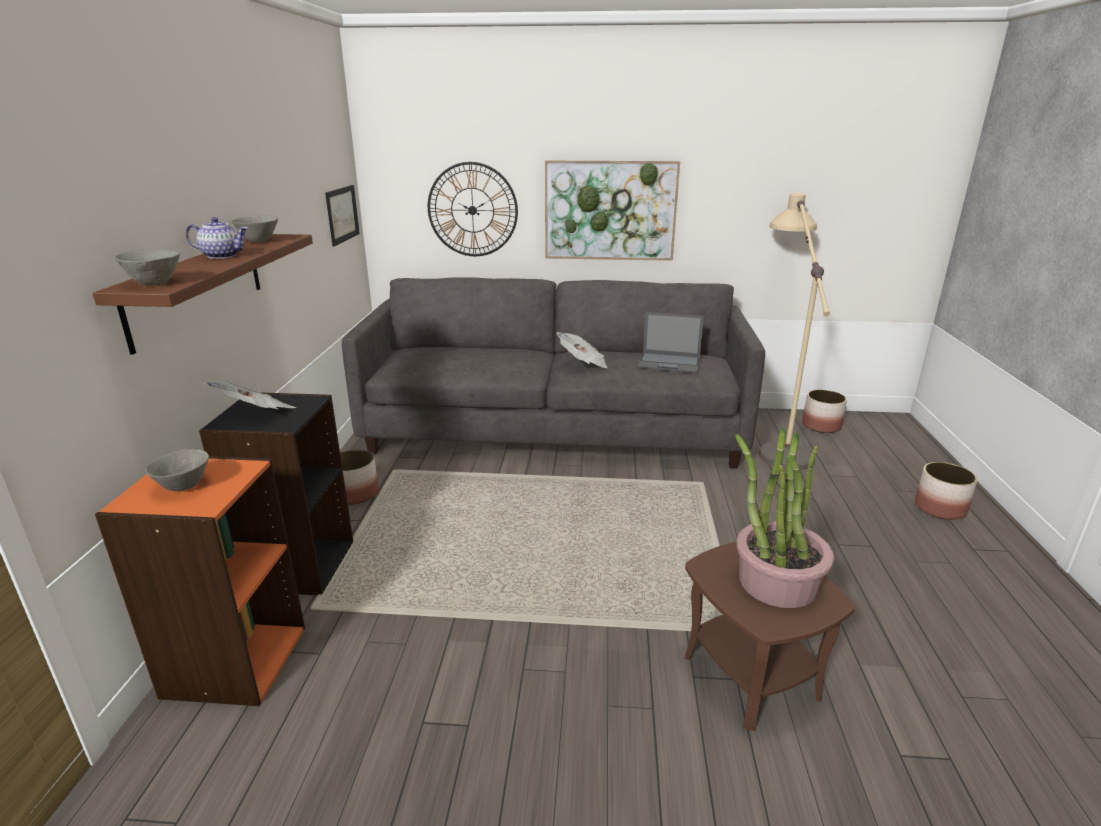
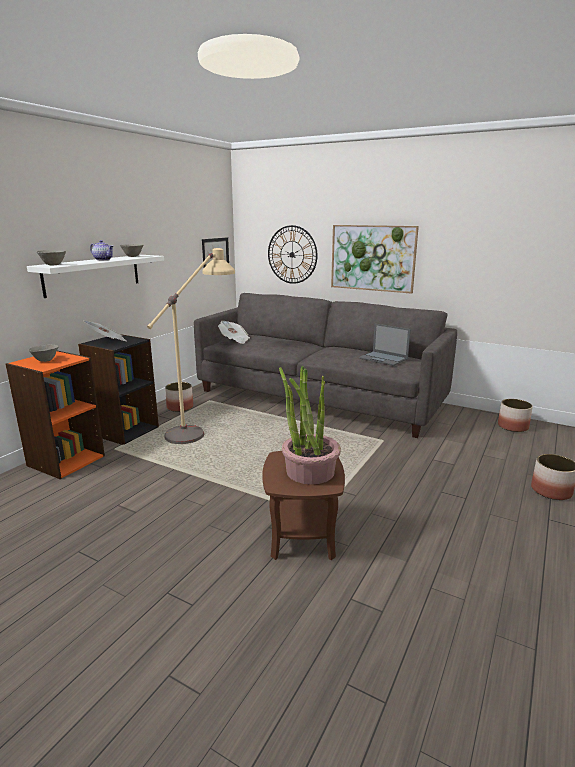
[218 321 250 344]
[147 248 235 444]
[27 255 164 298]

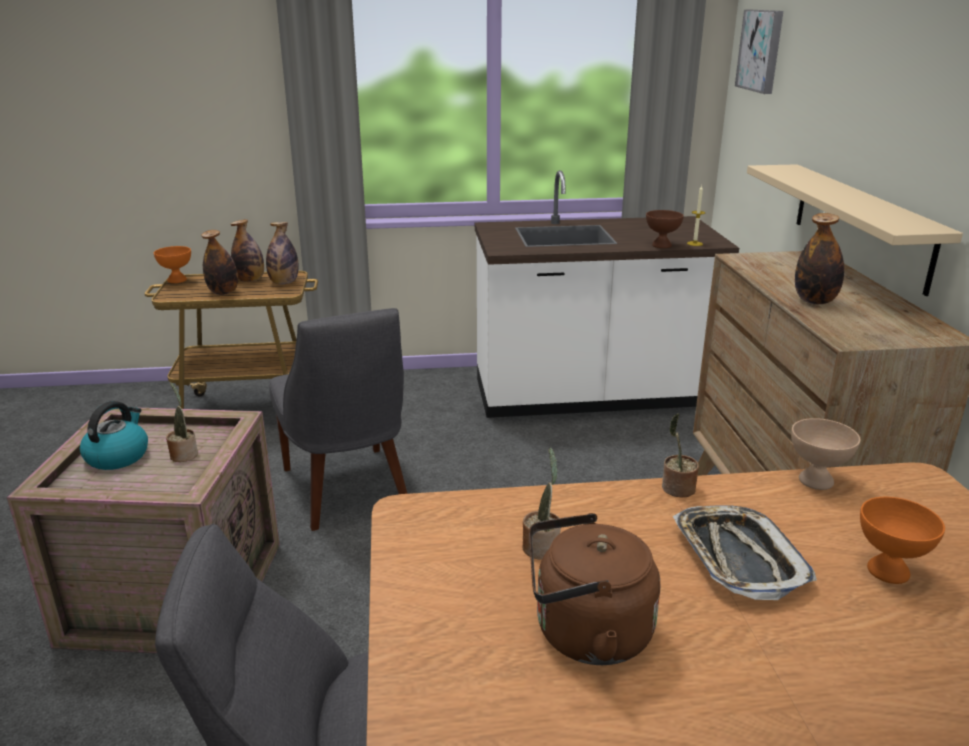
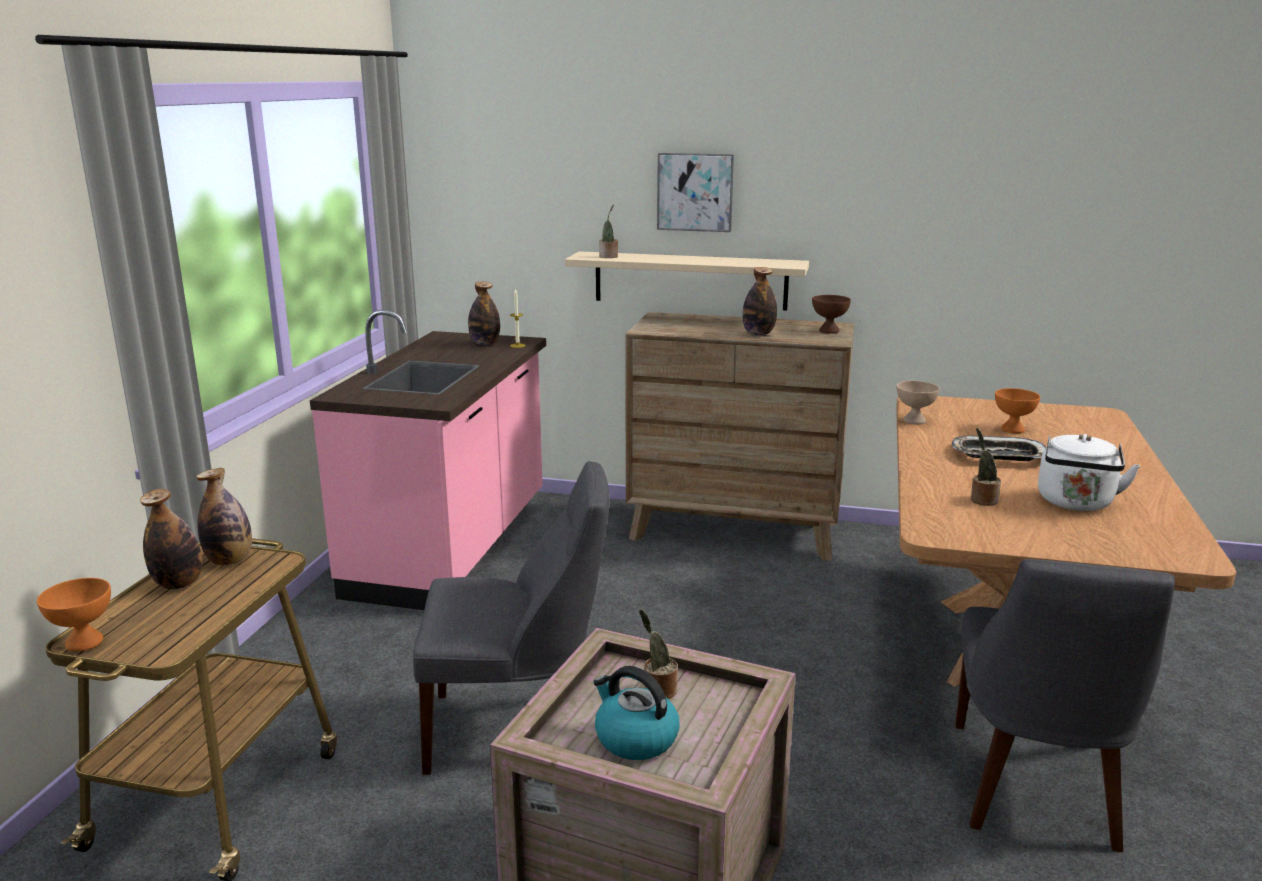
[468 282 500 345]
[812 295 851 334]
[599 205 618 258]
[657 153 734 232]
[310 310 546 610]
[1038 434 1140 511]

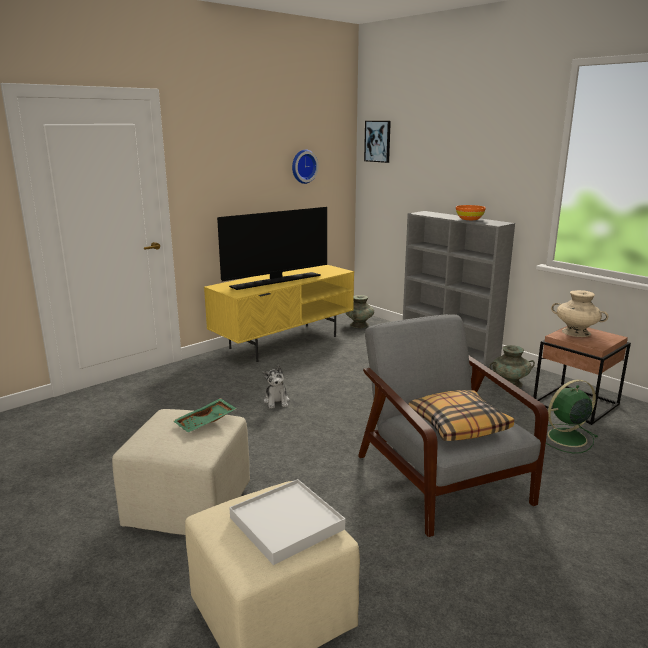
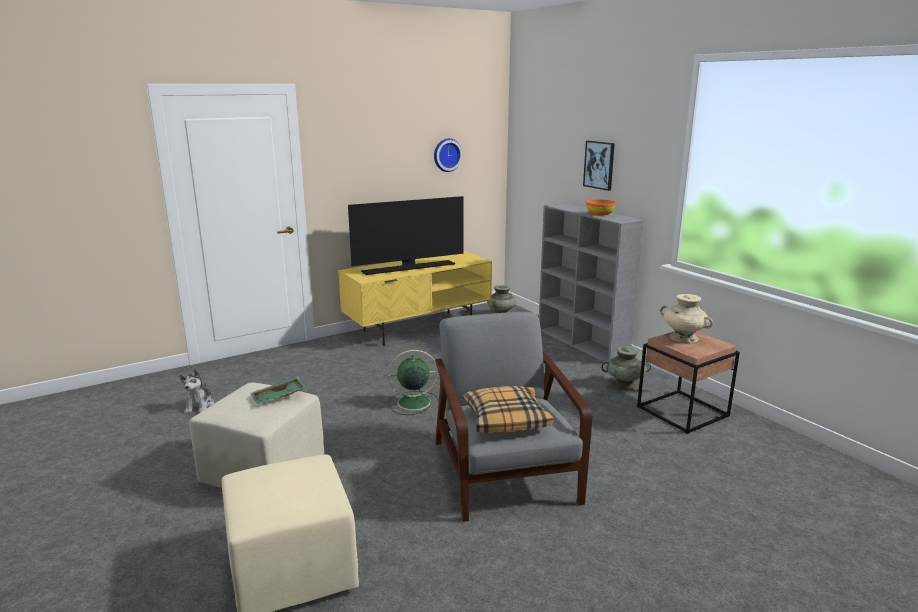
[229 479 345 565] (first image)
[179 369 214 413]
[583 141 615 191]
[388 350 439 415]

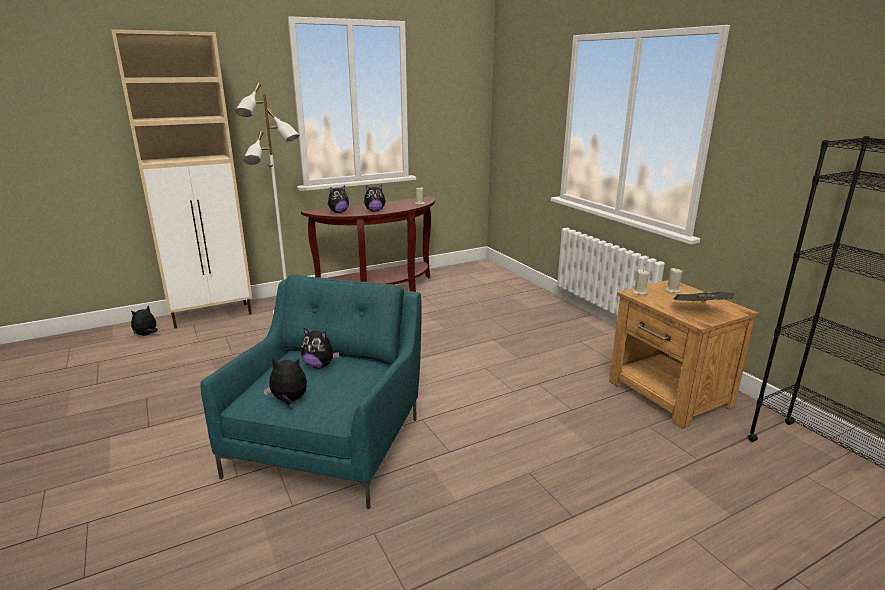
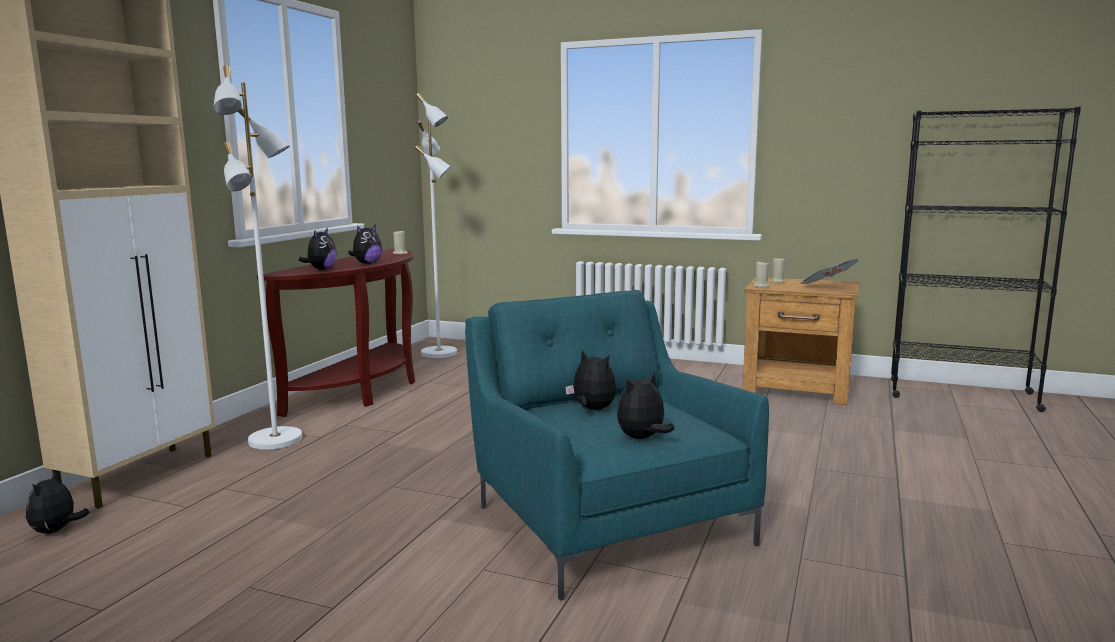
[415 93 457 358]
[565 350 616 410]

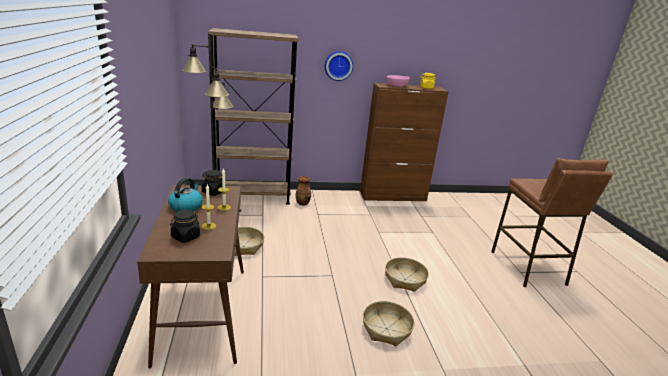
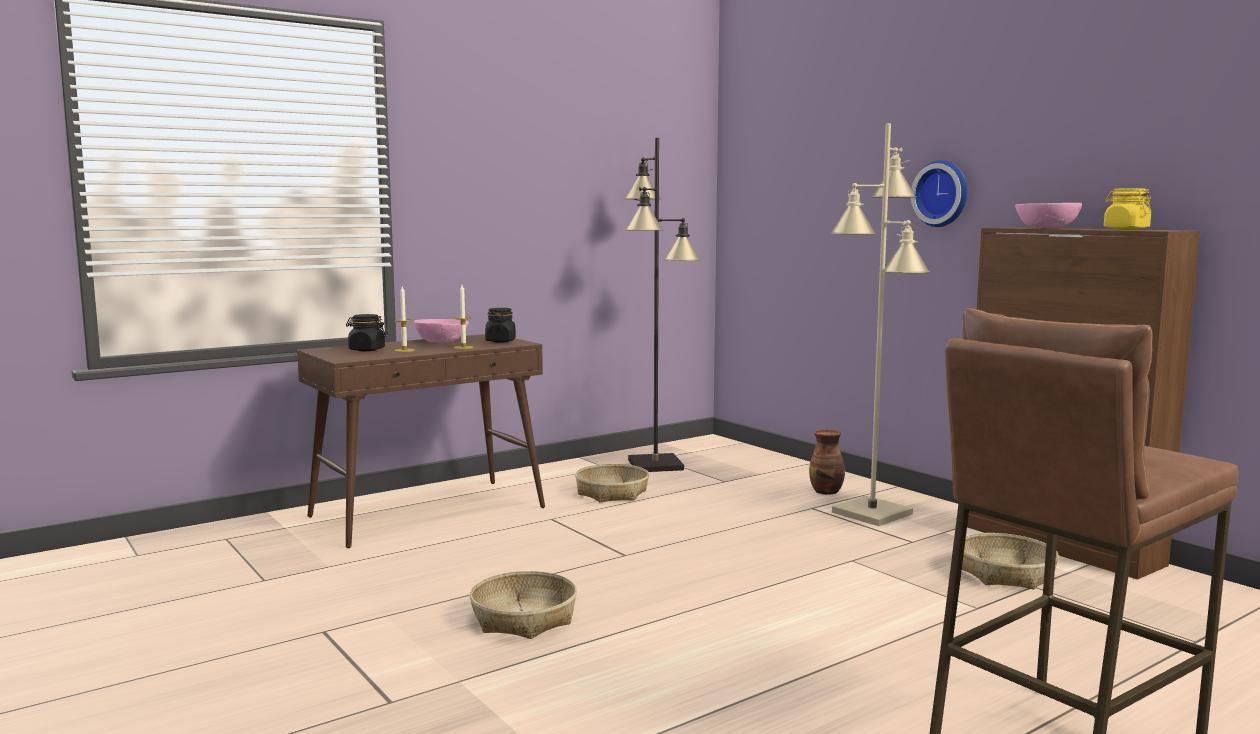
[208 28 299 205] (first image)
[830 123 930 526]
[962 533 1059 589]
[414 319 469 343]

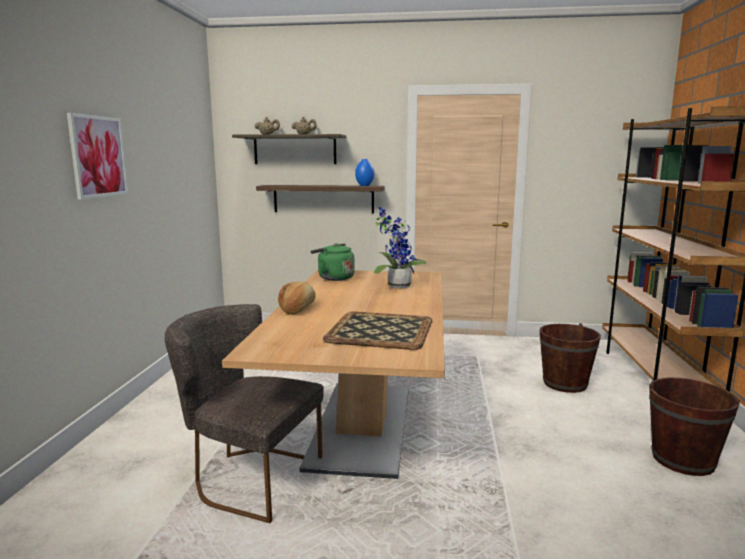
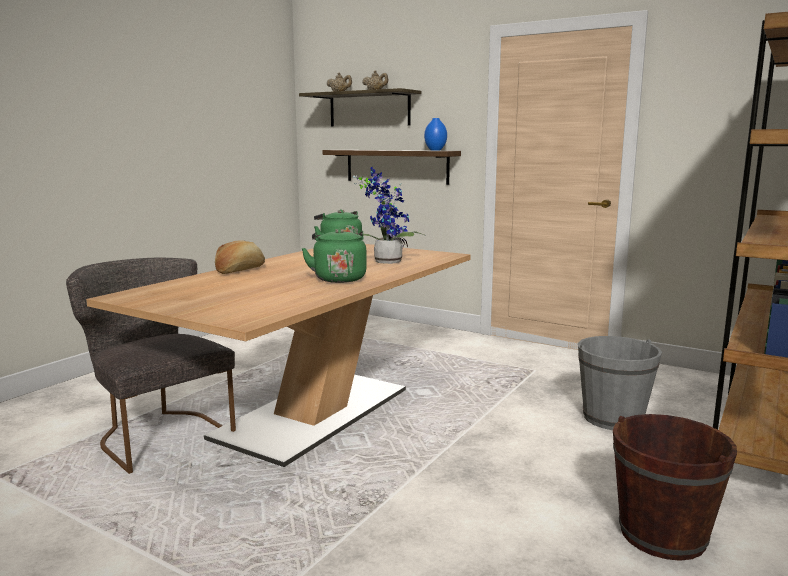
[67 113 128 200] (first image)
[323 312 432 350] (first image)
[301 228 367 283]
[578 336 662 430]

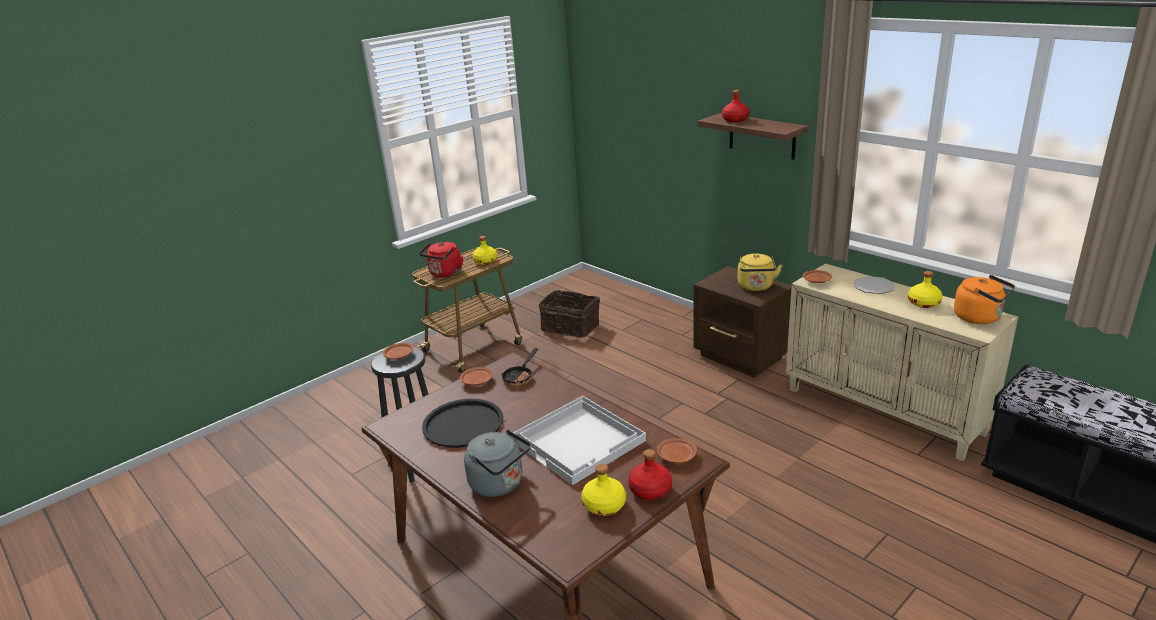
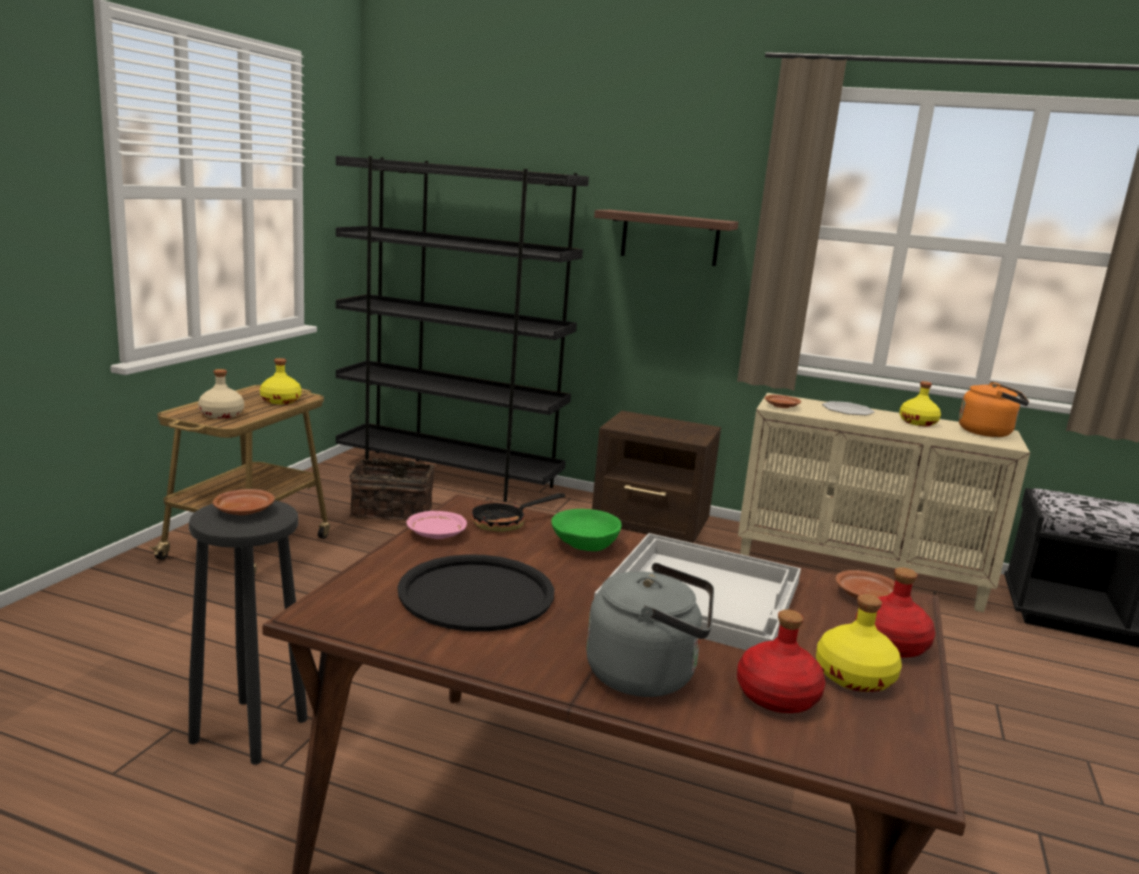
[738 254 782 291] (first image)
[336 156 589 502]
[551 509 622 551]
[737 609 825 713]
[198 369 244 419]
[406 511 467 539]
[472 493 565 532]

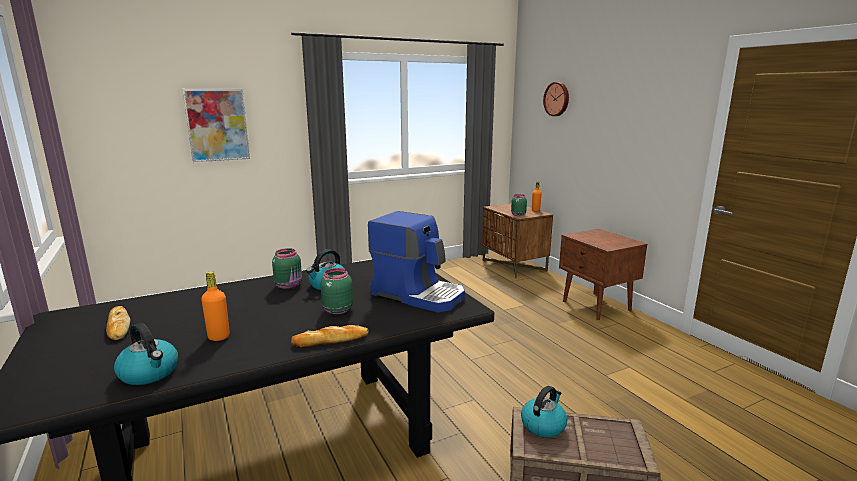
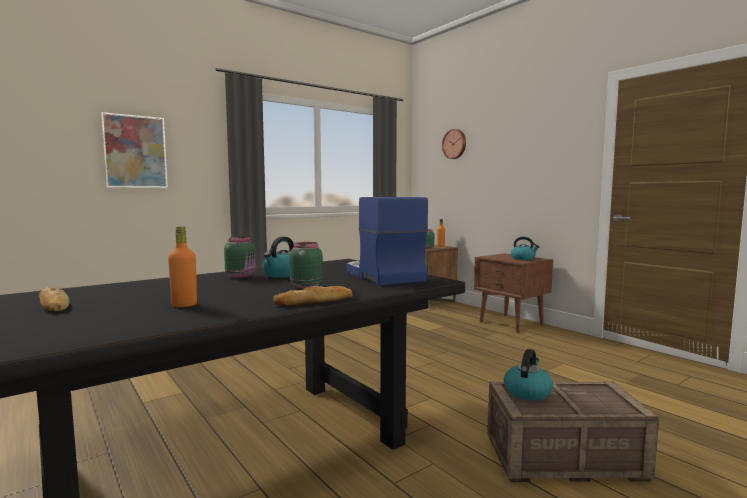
[511 237 539 260]
[347 197 428 286]

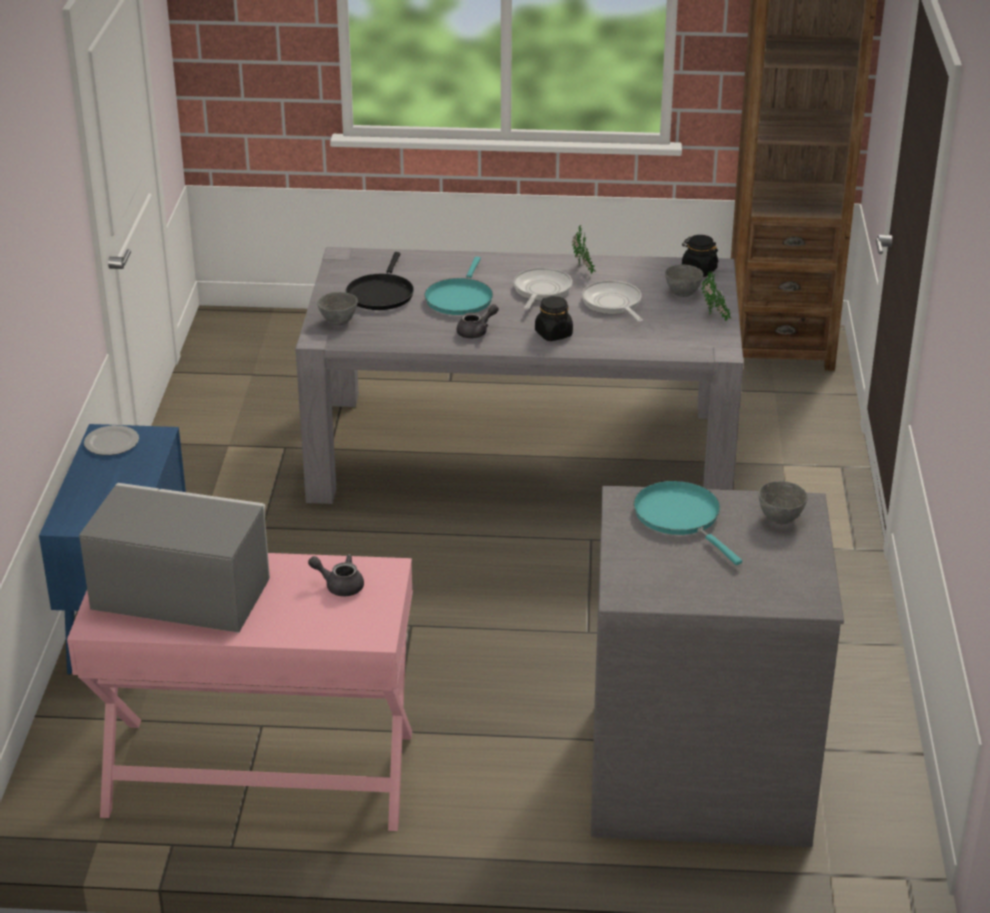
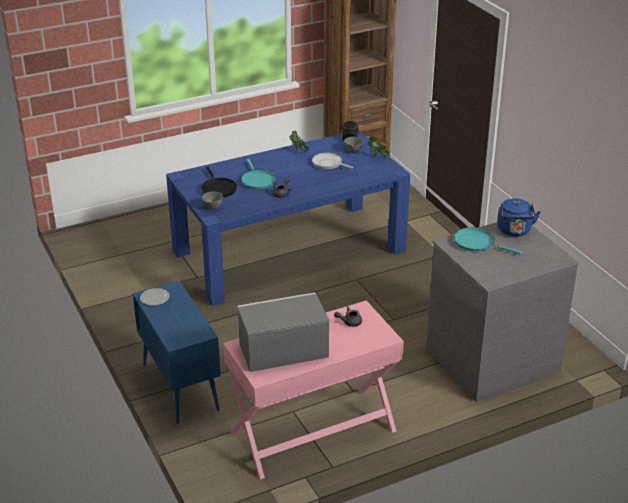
[514 268 572 310] (first image)
[535 296 573 341] (first image)
[497 198 541 236]
[166 131 410 306]

